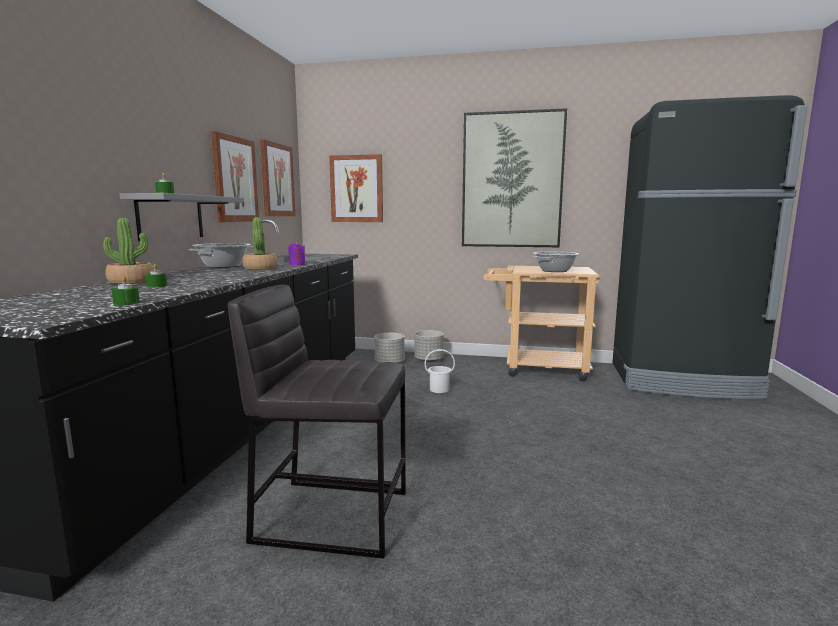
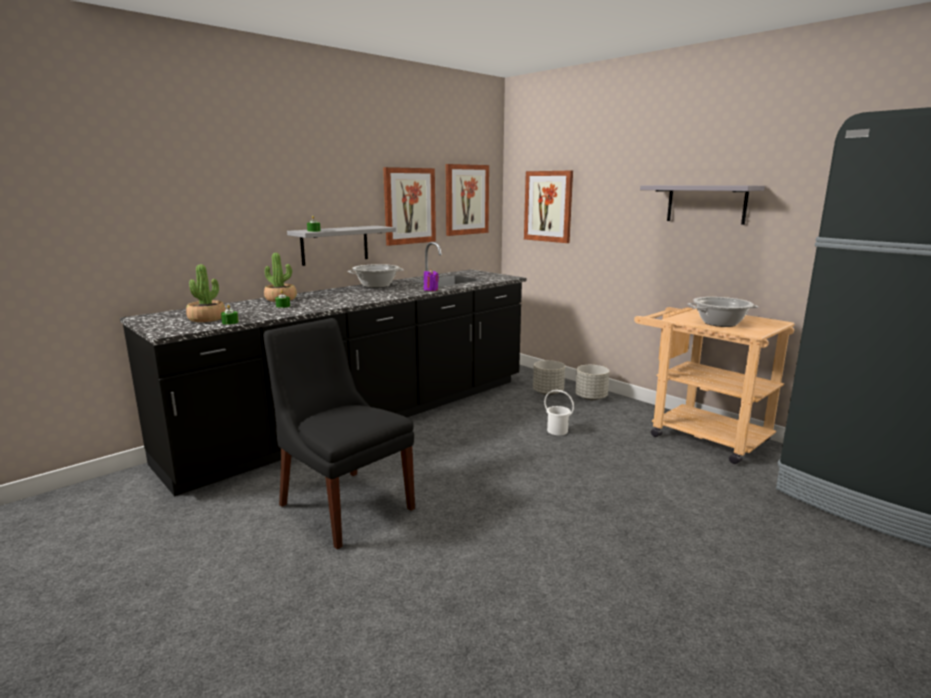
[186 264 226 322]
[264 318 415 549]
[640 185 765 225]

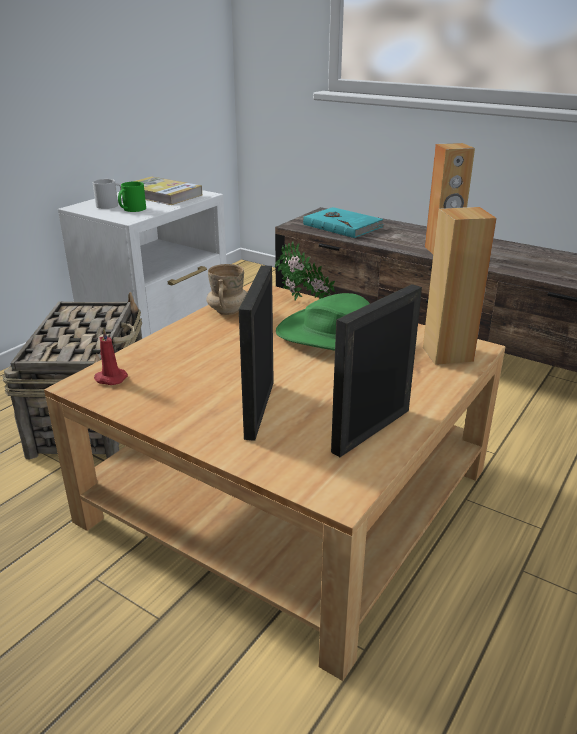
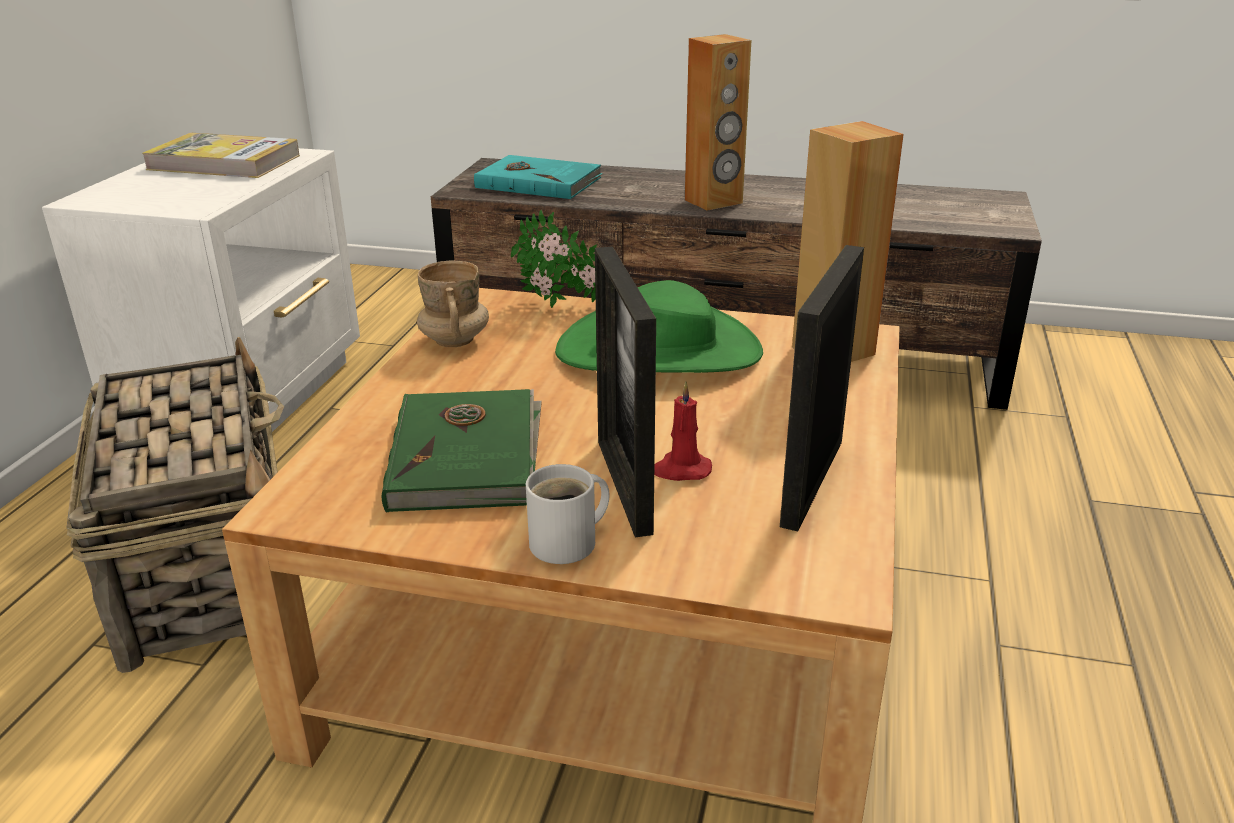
[118 182 146 212] (first image)
[382 389 542 513]
[526 464 610 564]
[654 381 712 481]

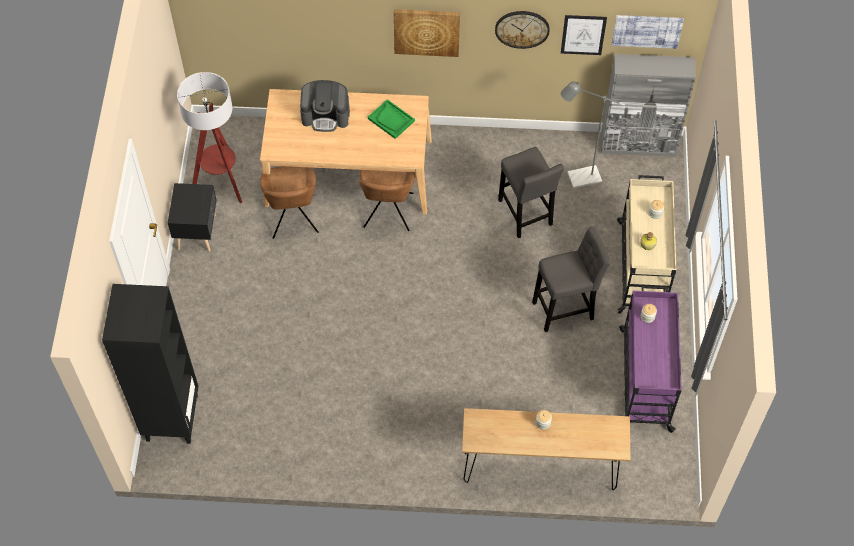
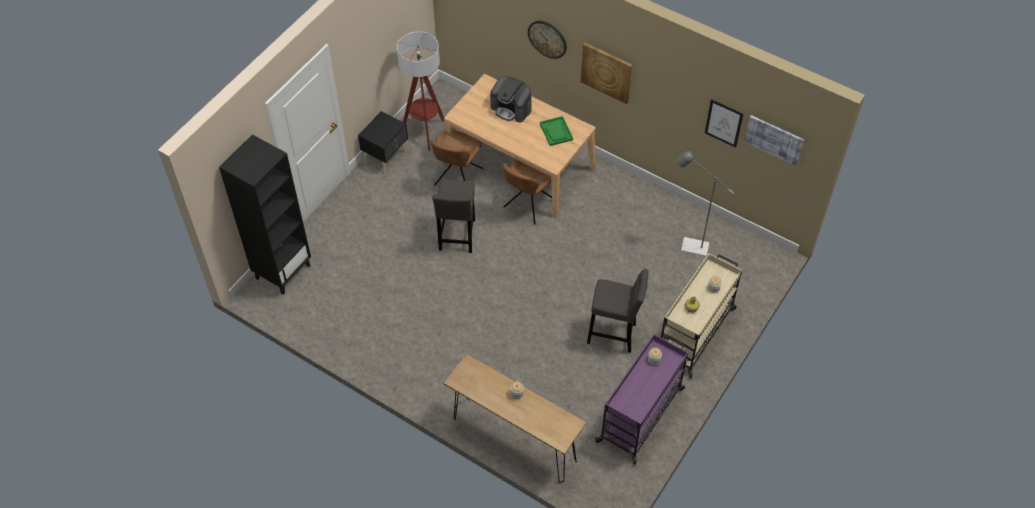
[601 54 696 157] (first image)
[528 21 567 59]
[432 179 475 253]

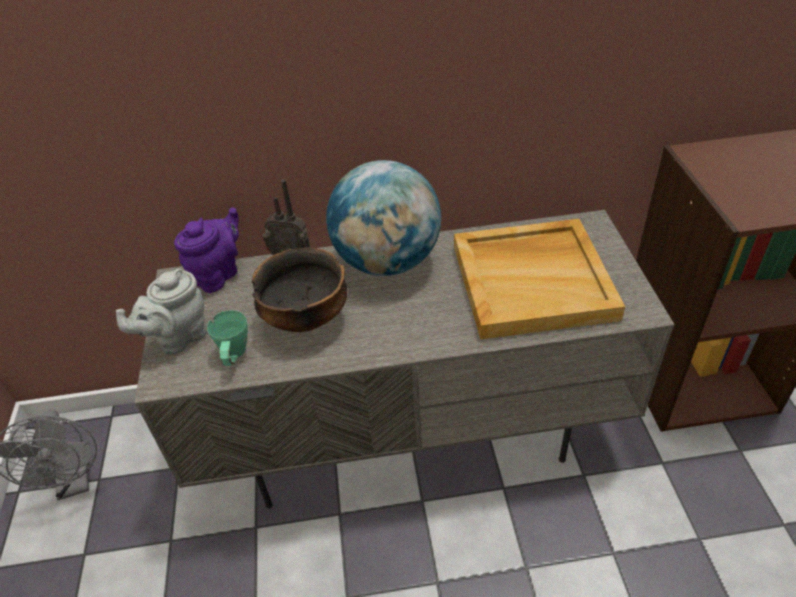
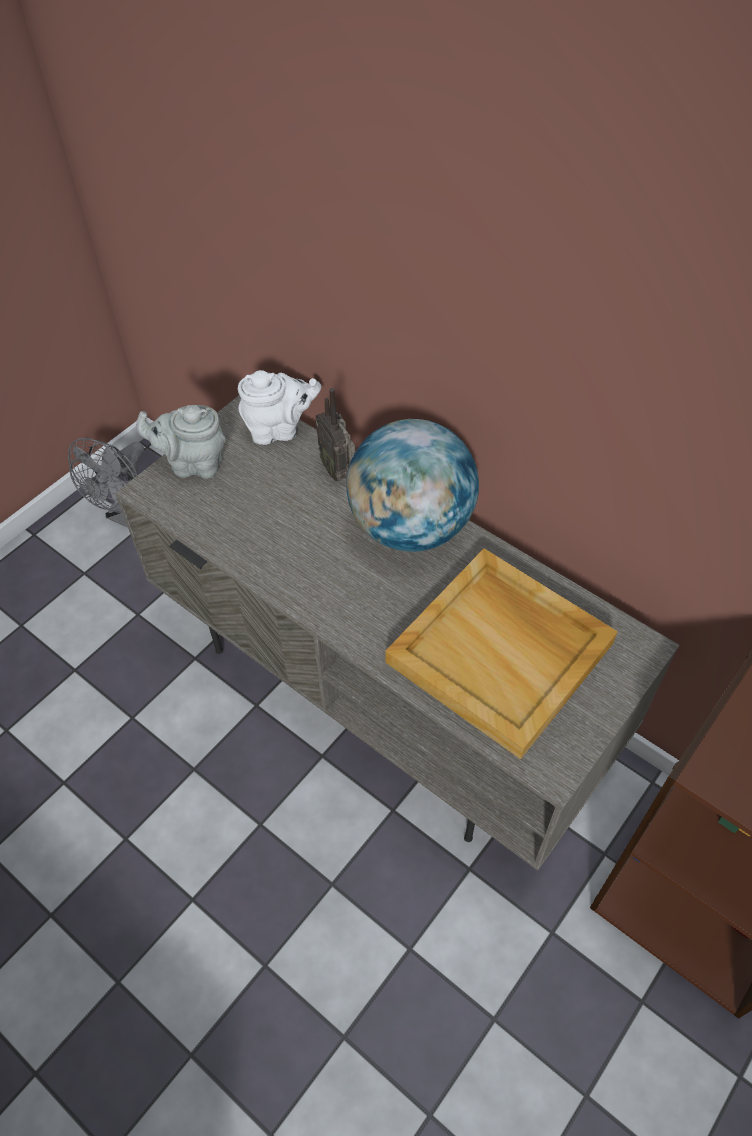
[207 310 248 366] (first image)
[252 247 347 332] (first image)
[238 370 321 445]

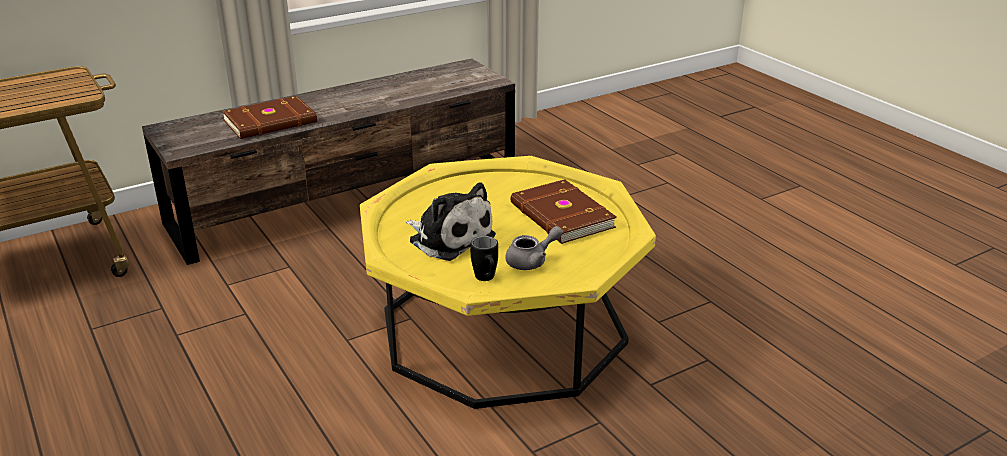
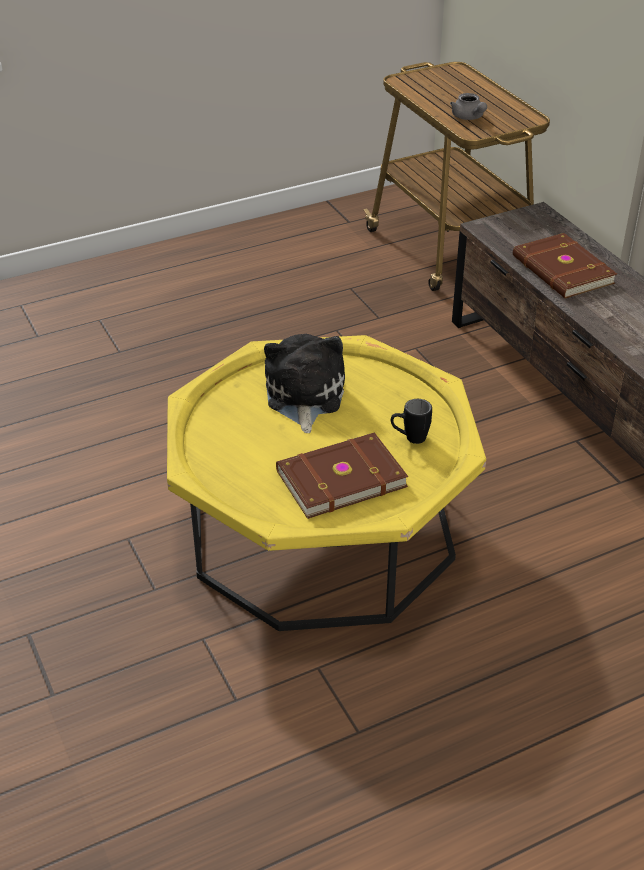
[391 399 432 444]
[450 93 487 120]
[264 334 345 433]

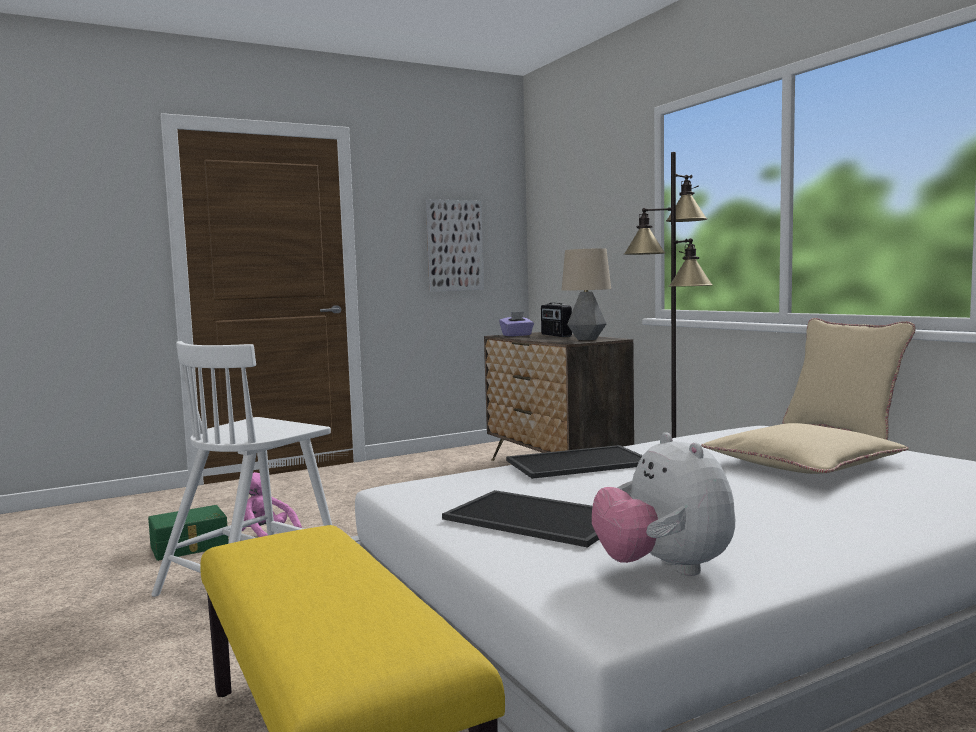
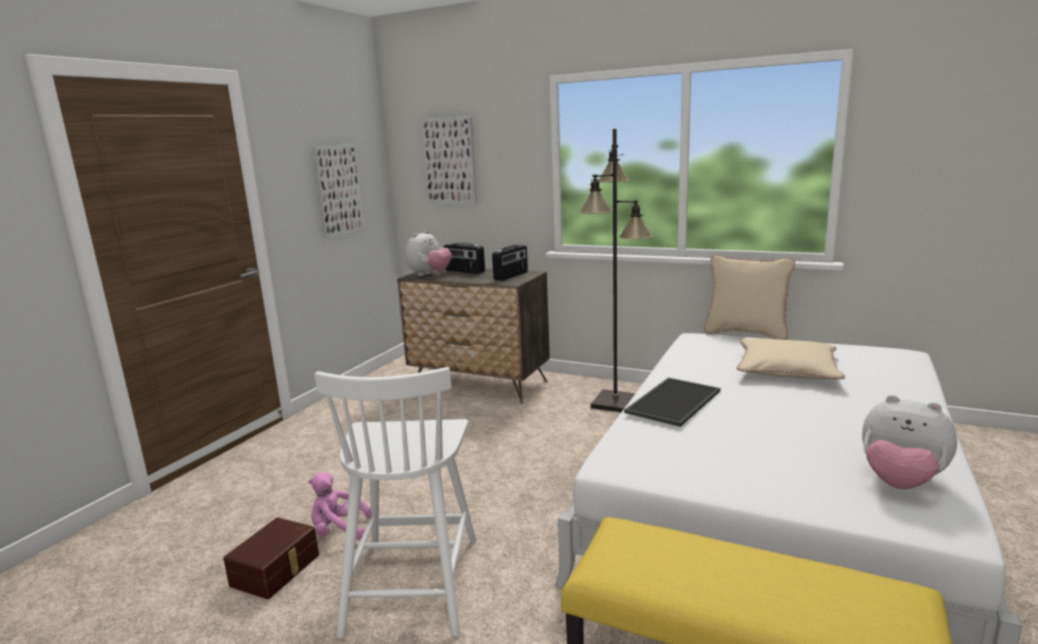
[442 490 599 548] (first image)
[421 116 477 204]
[405 230 452 276]
[492 245 528 281]
[223 517 319 599]

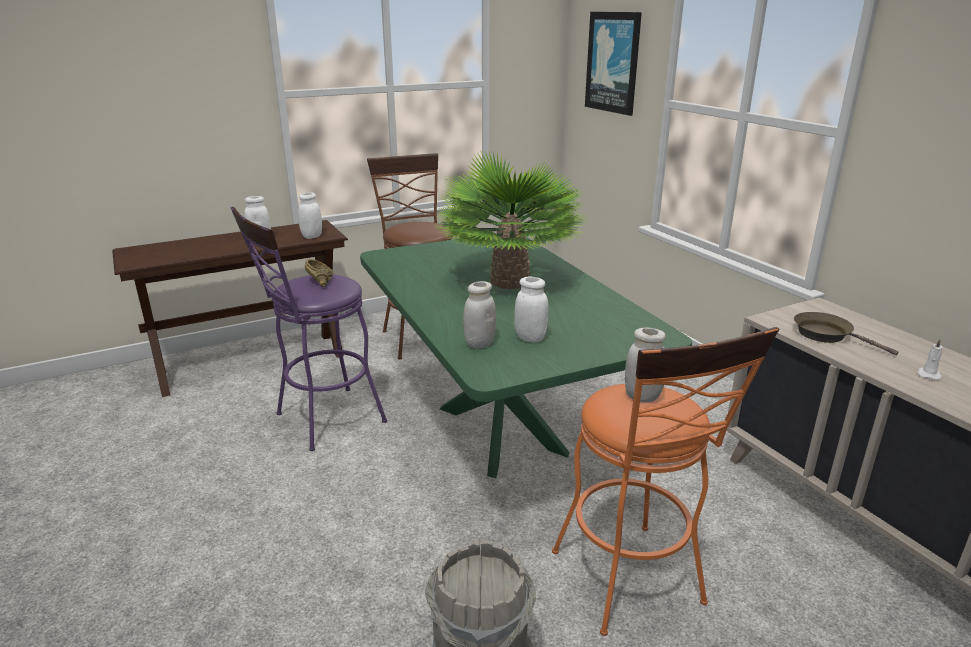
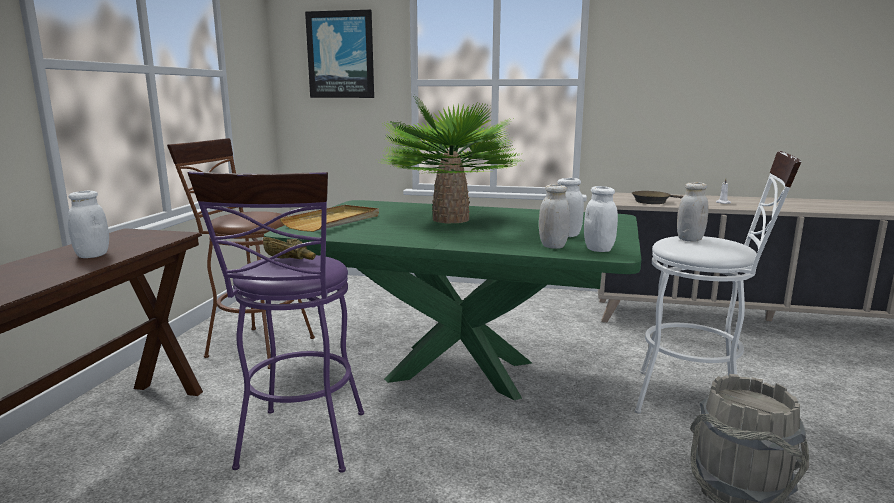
[280 205 379 232]
[584 186 618 252]
[635 151 801 414]

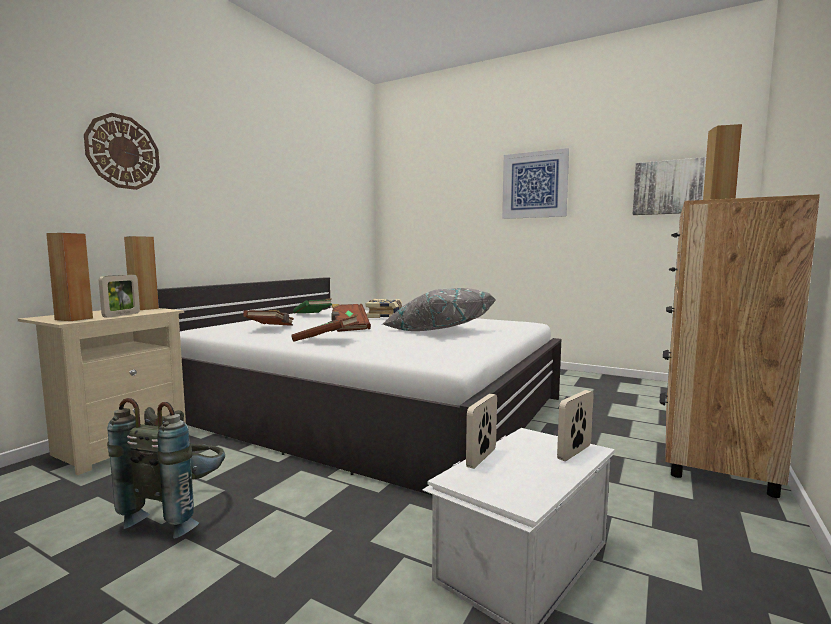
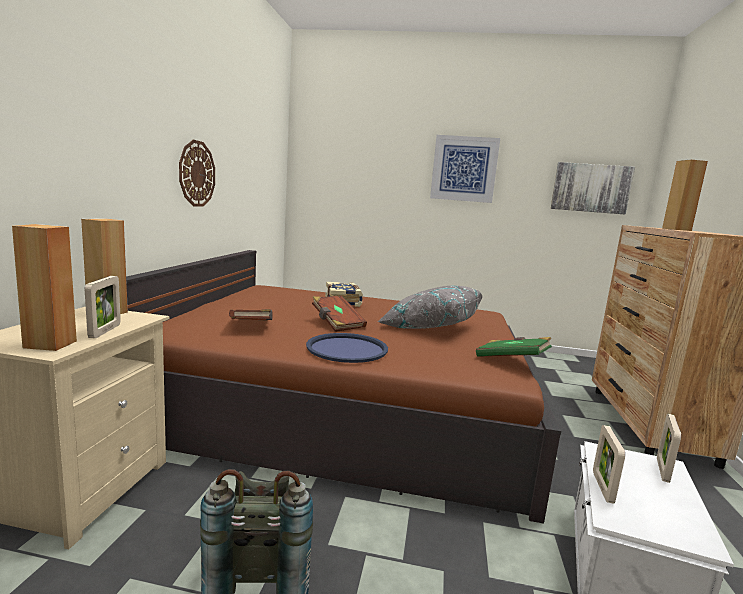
[179 140 215 207]
[476 337 552 357]
[306 333 388 363]
[126 250 561 524]

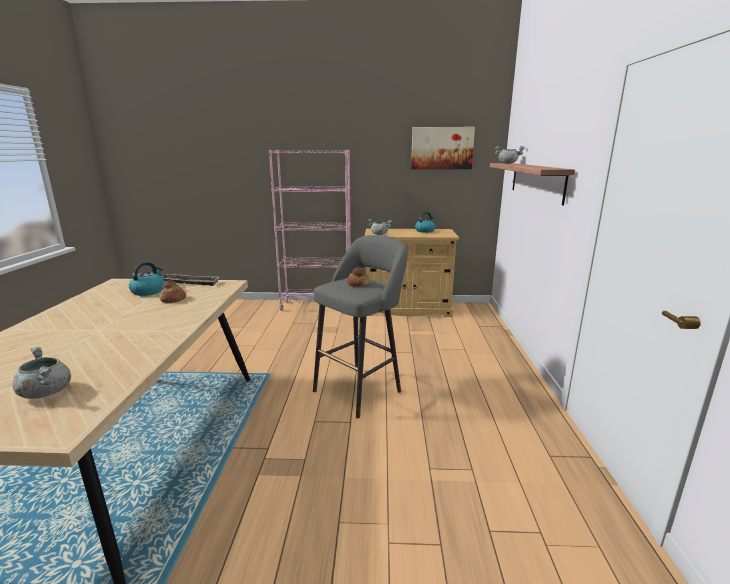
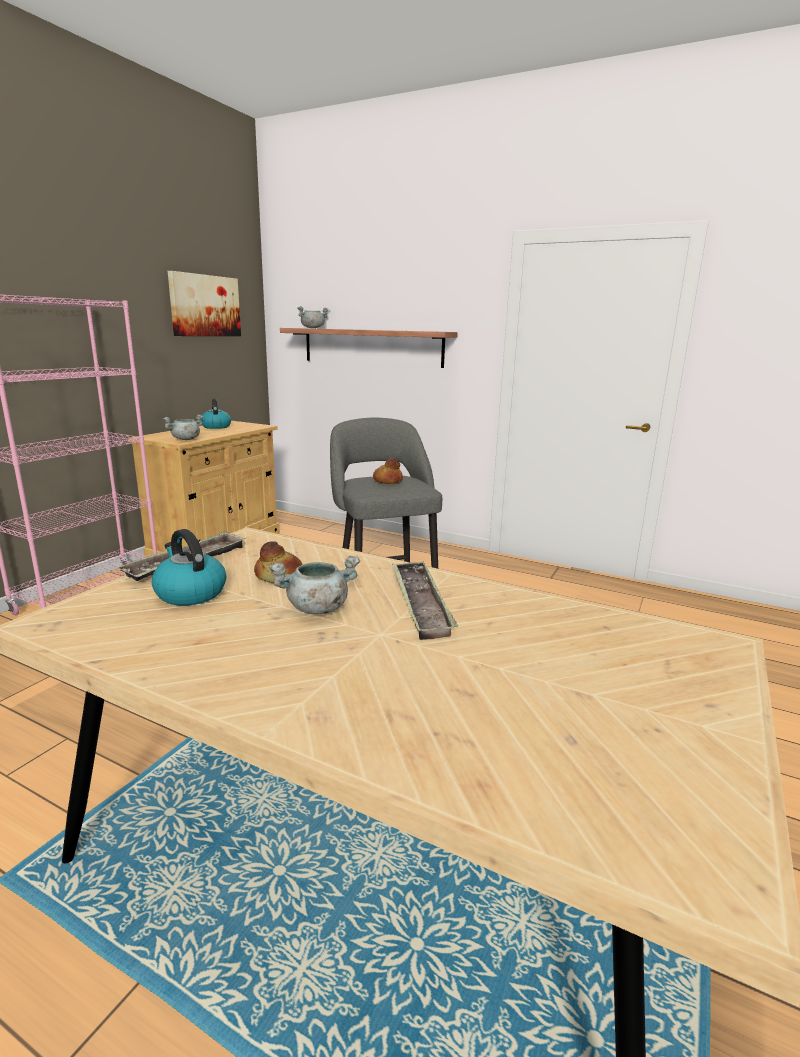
[392 561 458 640]
[269 556 360 614]

